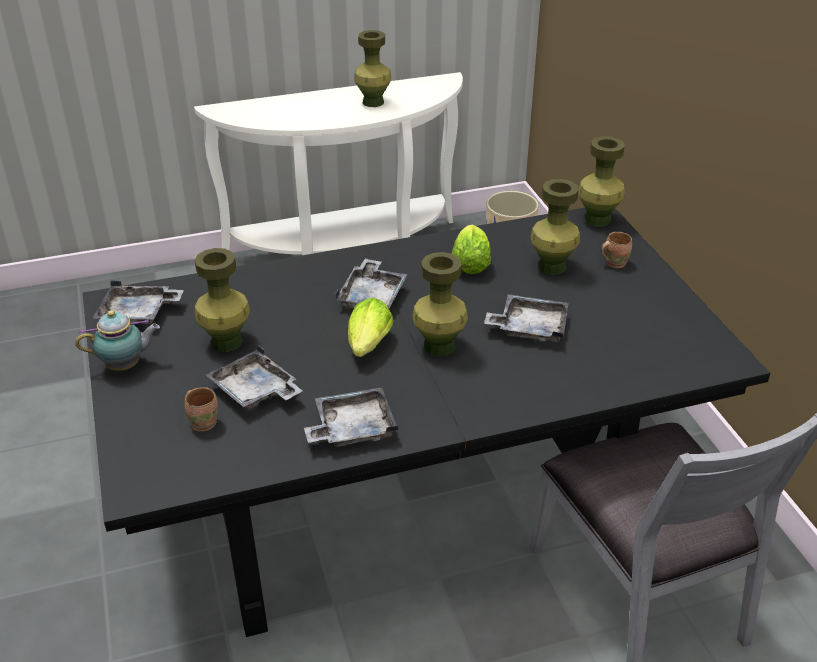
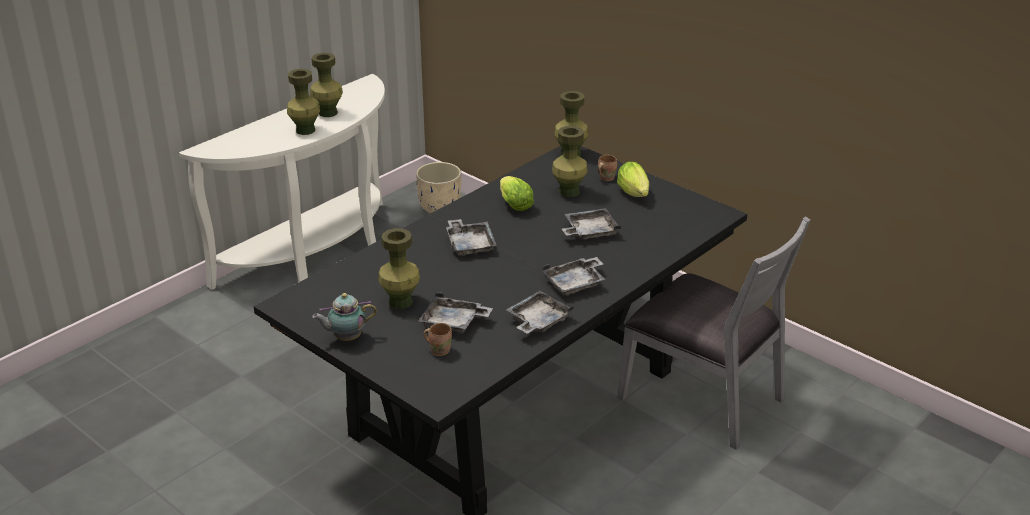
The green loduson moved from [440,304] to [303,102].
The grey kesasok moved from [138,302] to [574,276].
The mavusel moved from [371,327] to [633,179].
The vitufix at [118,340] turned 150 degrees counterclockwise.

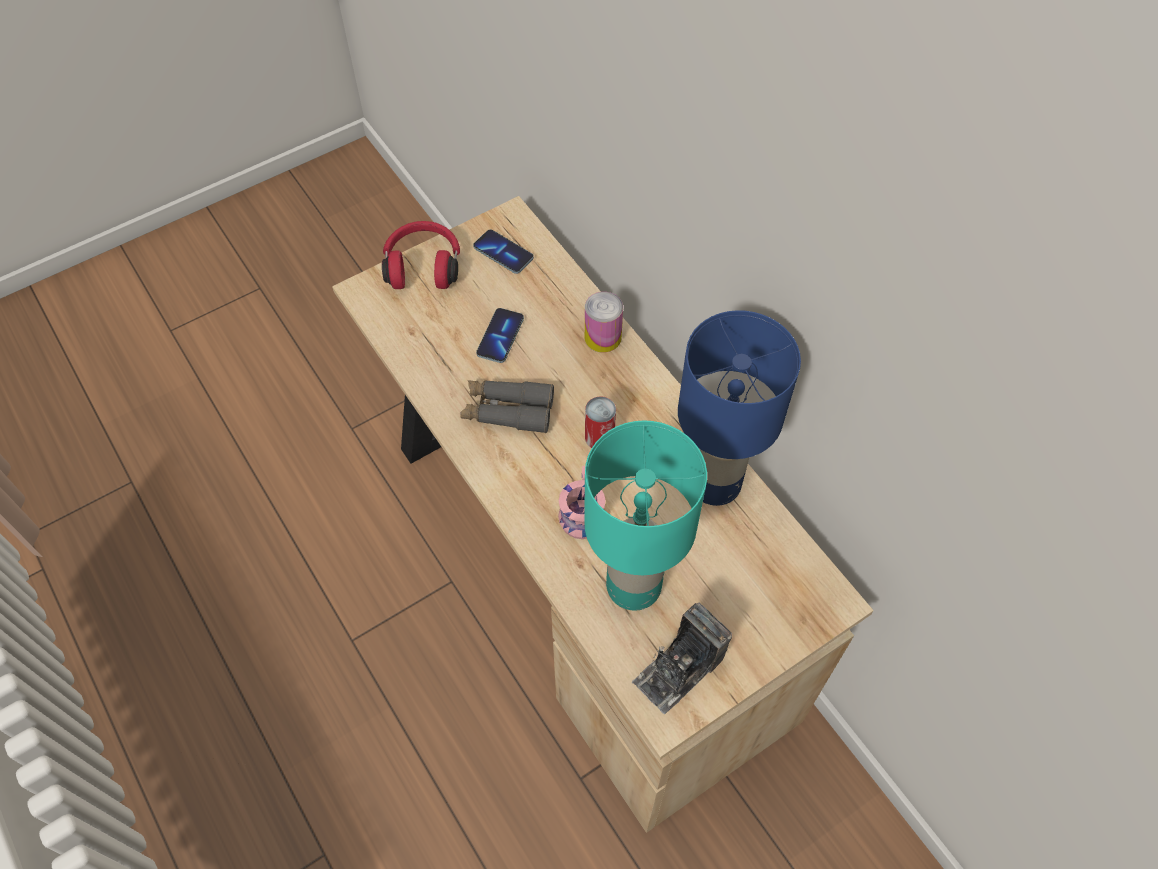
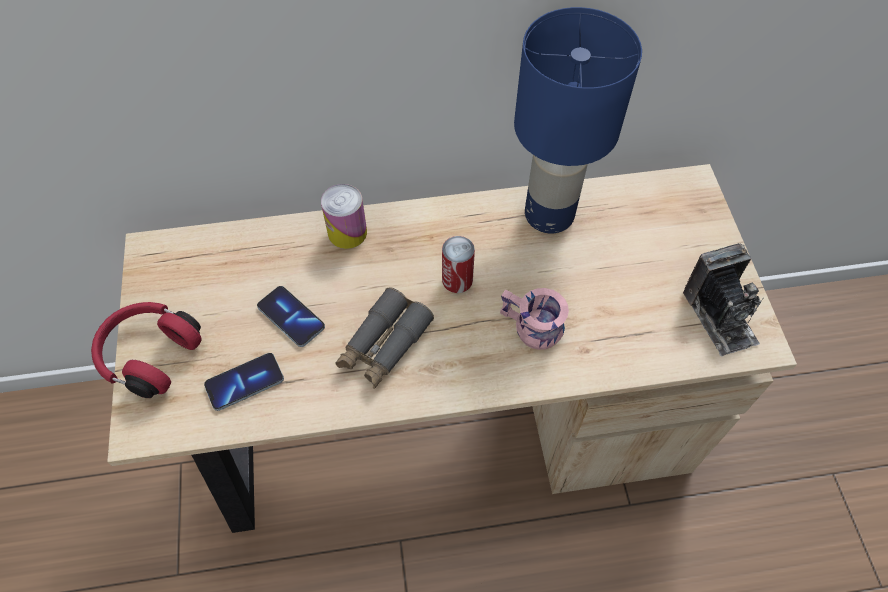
The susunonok moved from [503,251] to [244,382].
The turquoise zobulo at [645,515] disappeared.

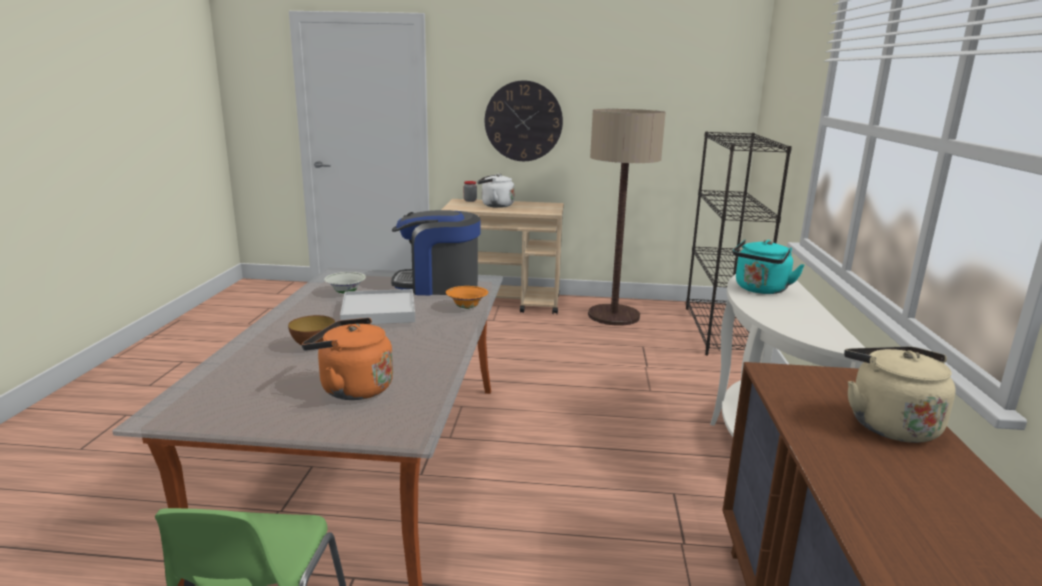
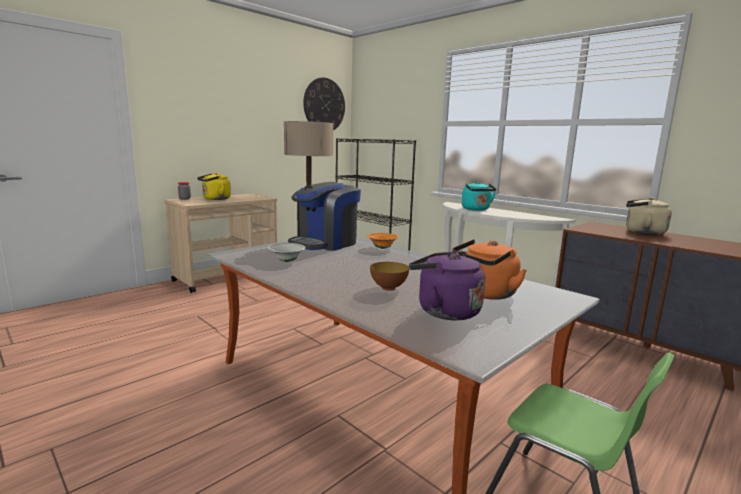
The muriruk moved from [524,121] to [324,104].
The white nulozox at [496,191] became the yellow nulozox at [214,186].
The white kesasok at [377,306] disappeared.
The purple nulozox at [447,285] appeared.

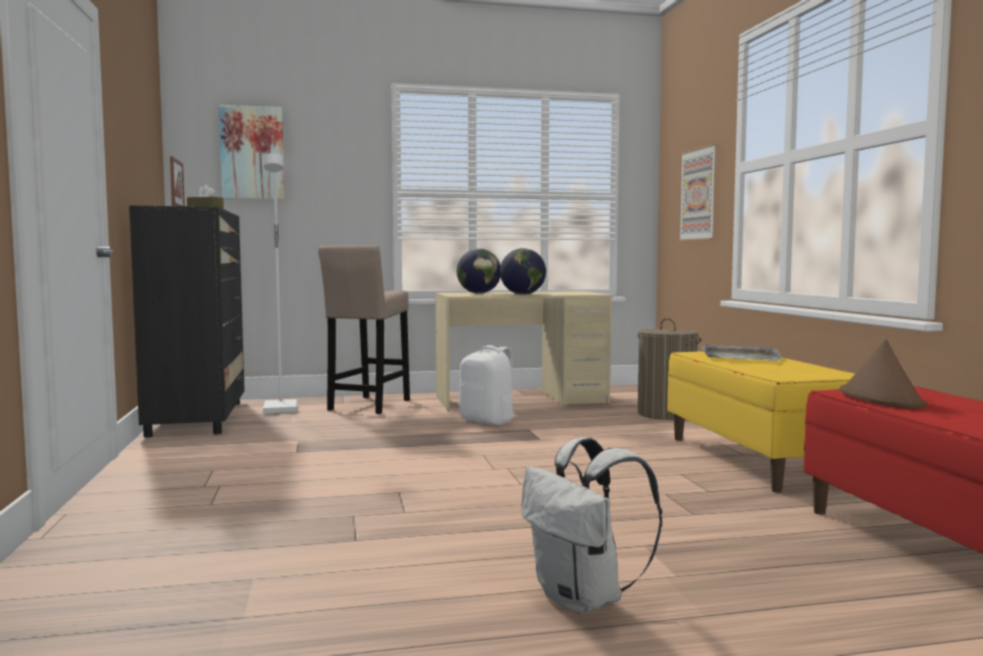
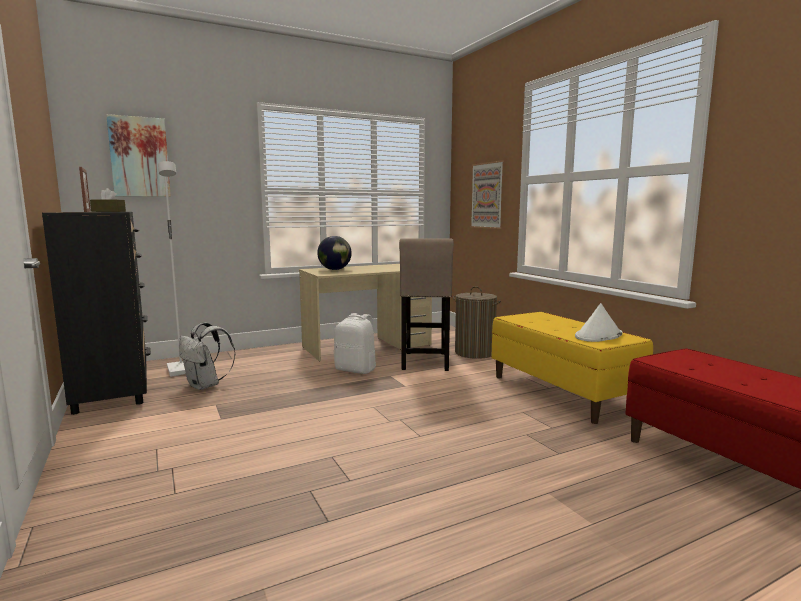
The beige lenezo moved from [364,329] to [426,304].
The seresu at [523,271] disappeared.
The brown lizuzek at [883,374] disappeared.
The grey kesasok at [742,352] disappeared.
The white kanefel moved from [591,525] to [207,356].
The white lizuzek at [598,322] appeared.

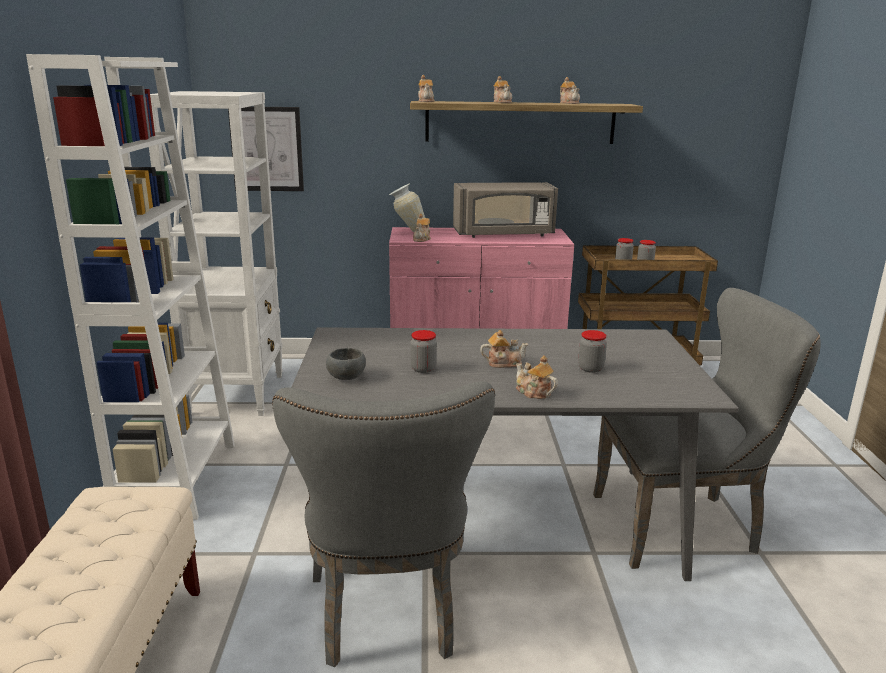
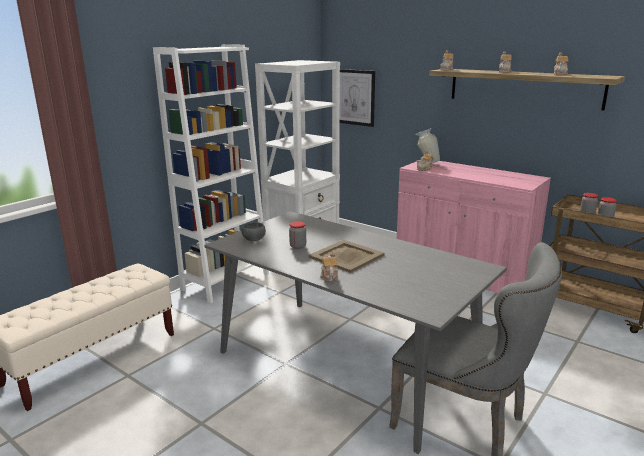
The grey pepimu at [505,210] disappeared.
The vitufix at [504,349] was replaced by the beige kesasok at [347,256].
The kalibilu at [592,351] disappeared.
The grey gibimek at [383,524] disappeared.

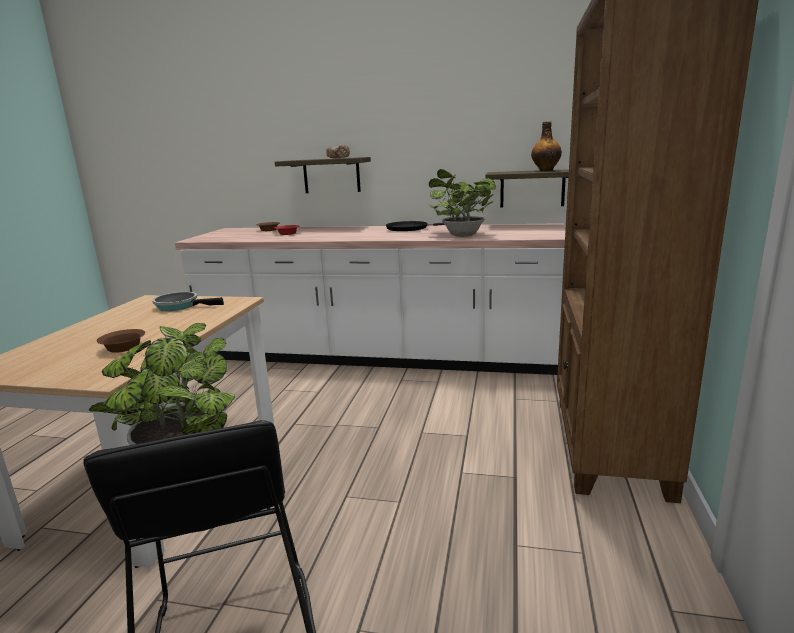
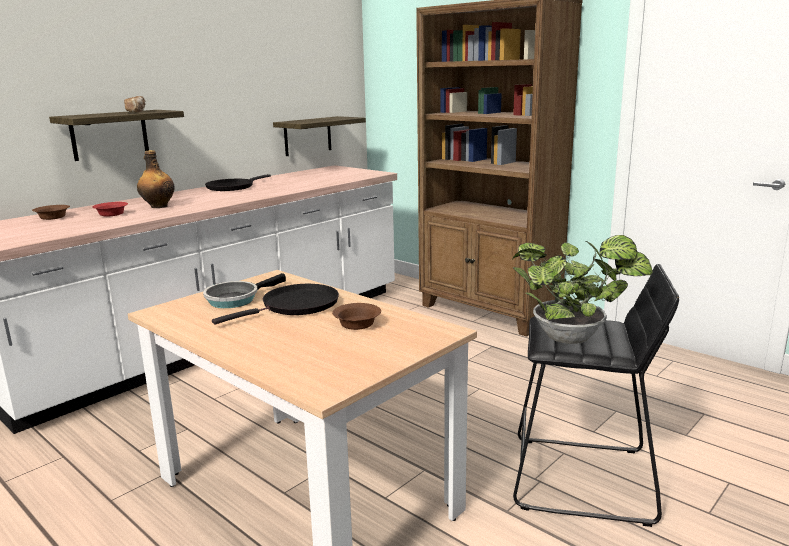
The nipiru moved from [546,146] to [155,179].
The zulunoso at [462,203] disappeared.
The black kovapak at [275,304] appeared.

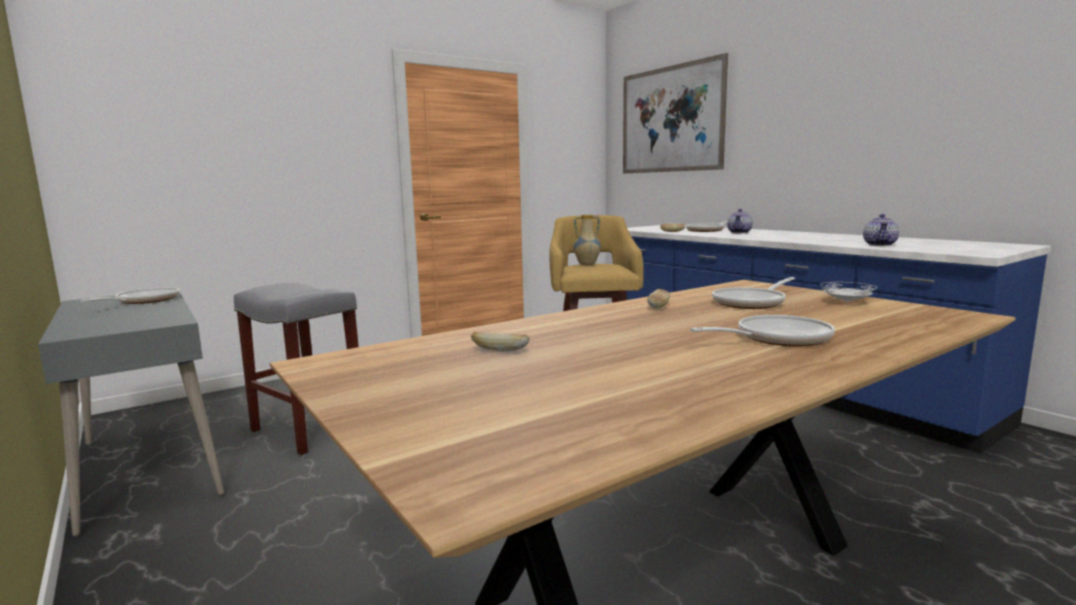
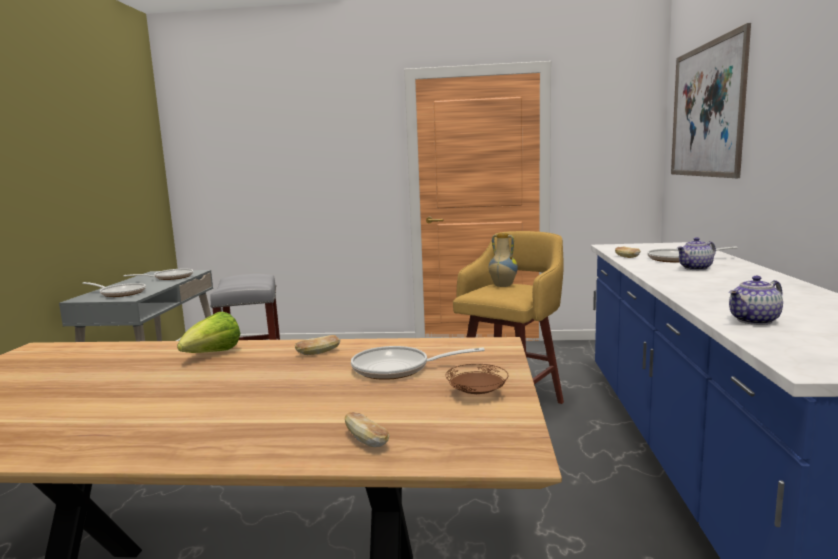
The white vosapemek at [849,292] became the brown vosapemek at [476,379].
The kovapak moved from [762,331] to [114,289].
The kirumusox moved from [500,342] to [367,429].
The mavusel at [208,332] appeared.

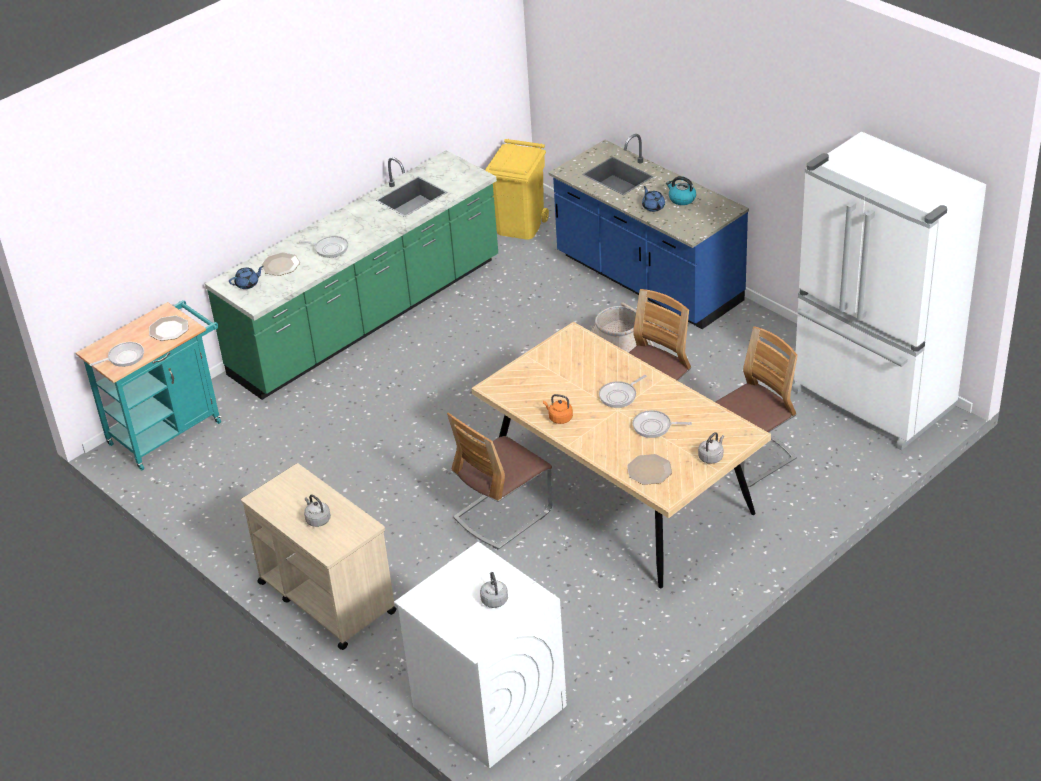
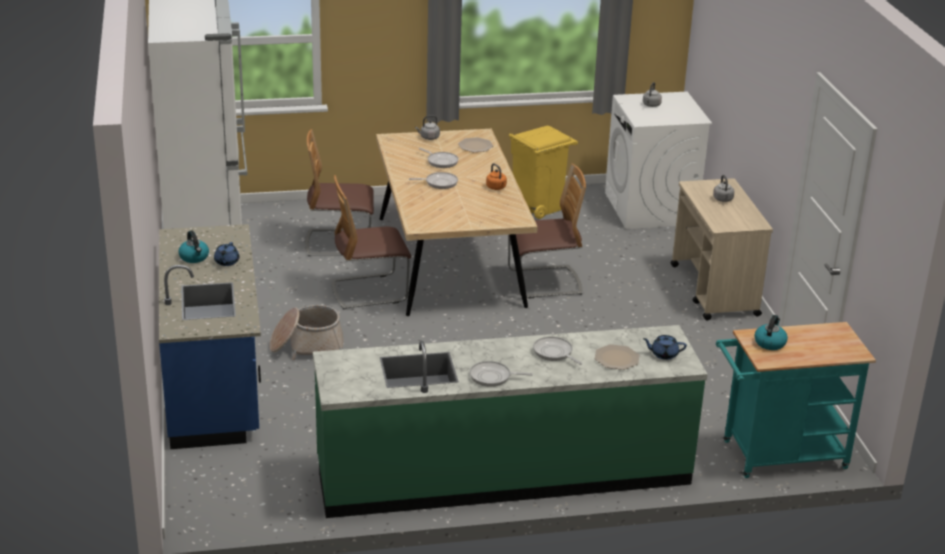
The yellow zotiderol moved from [517,189] to [543,172].
The vosapemek at [168,328] was replaced by the nulozox at [771,332].
The kovapak moved from [117,354] to [501,374].

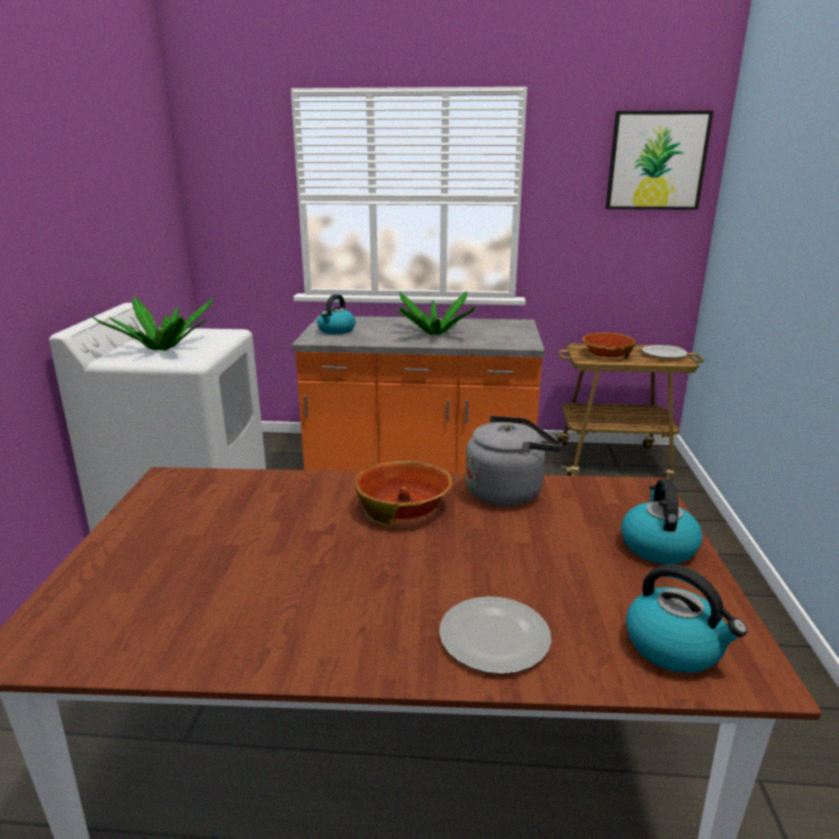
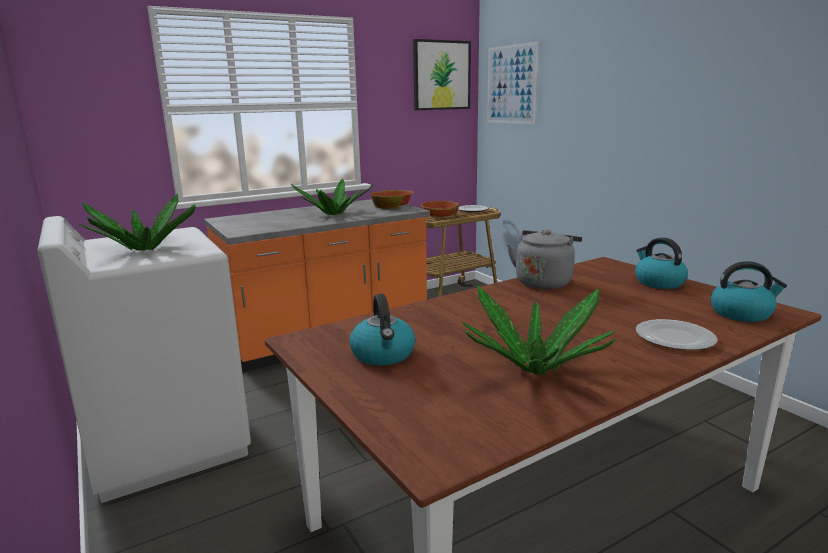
The nulozox moved from [336,314] to [382,330].
The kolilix moved from [404,493] to [392,199].
The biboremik at [513,82] appeared.
The zulunoso at [539,330] appeared.

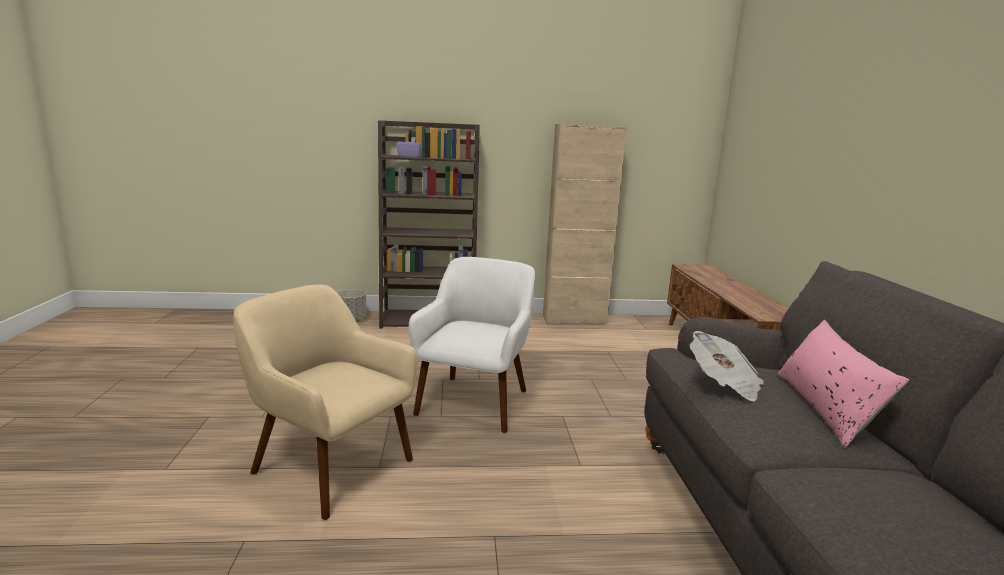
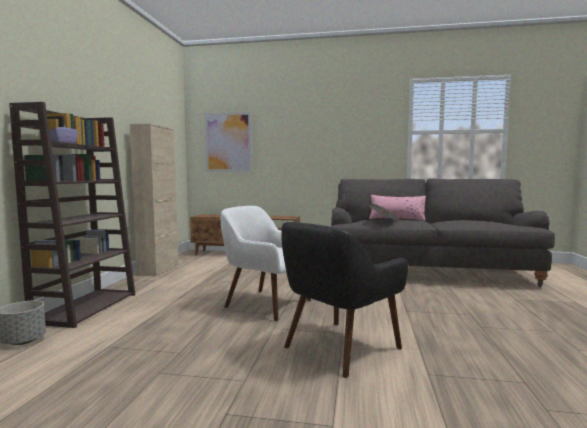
The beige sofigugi at [325,402] became the black sofigugi at [345,300].
The biboremik at [228,142] appeared.

